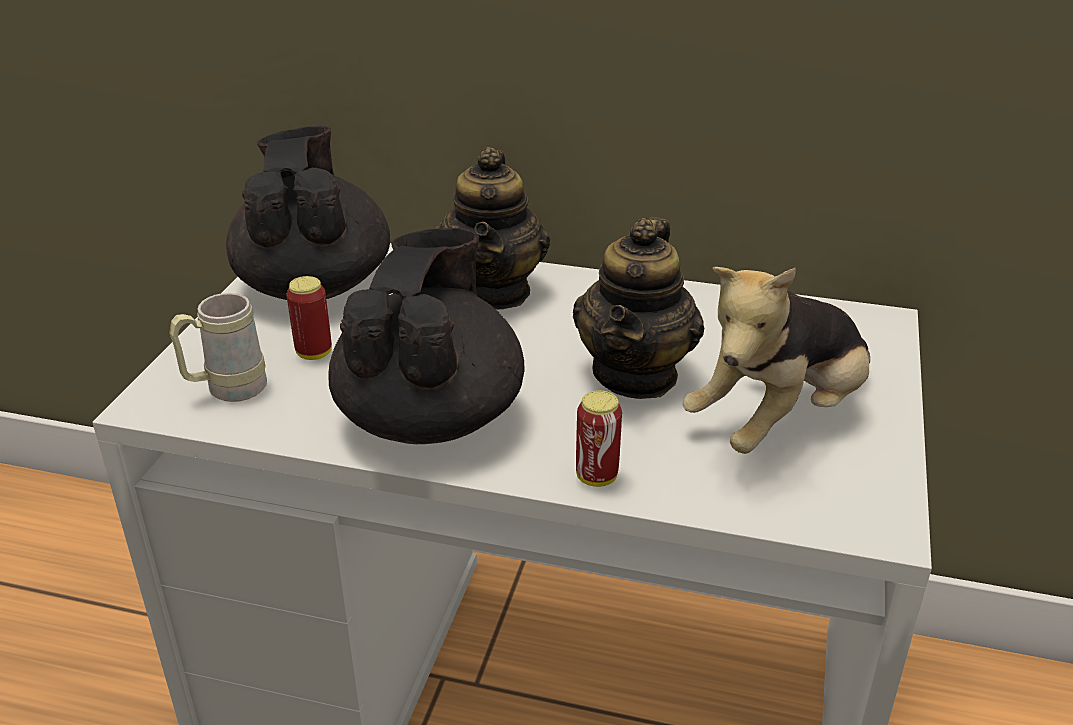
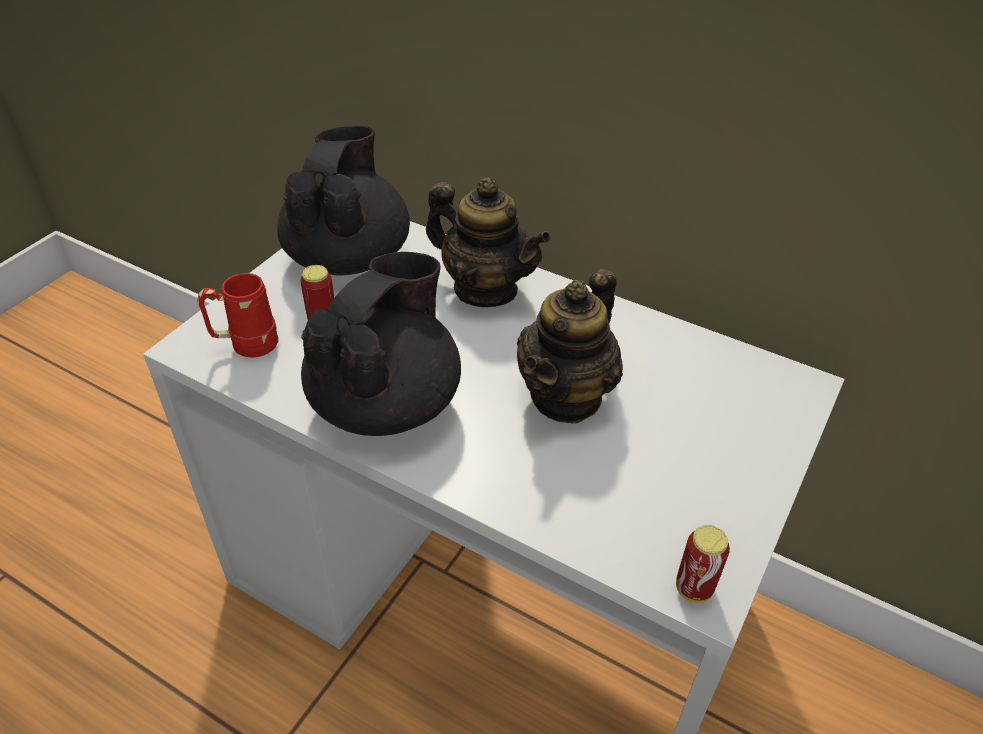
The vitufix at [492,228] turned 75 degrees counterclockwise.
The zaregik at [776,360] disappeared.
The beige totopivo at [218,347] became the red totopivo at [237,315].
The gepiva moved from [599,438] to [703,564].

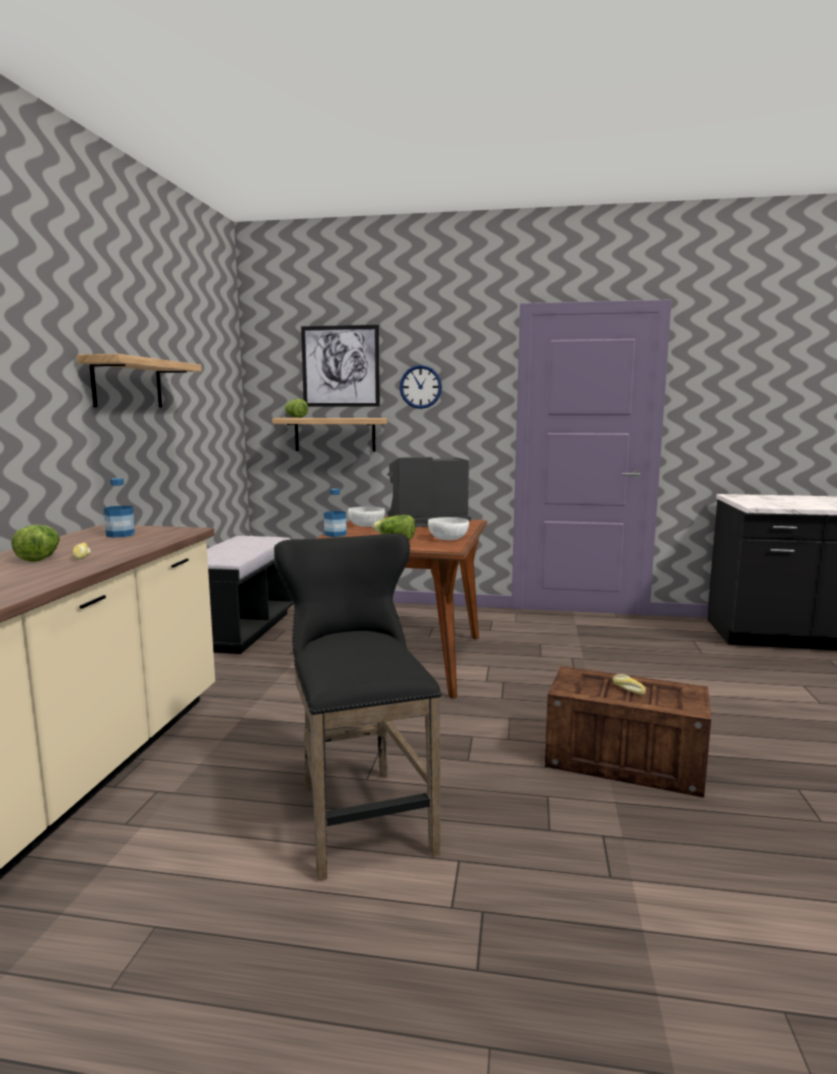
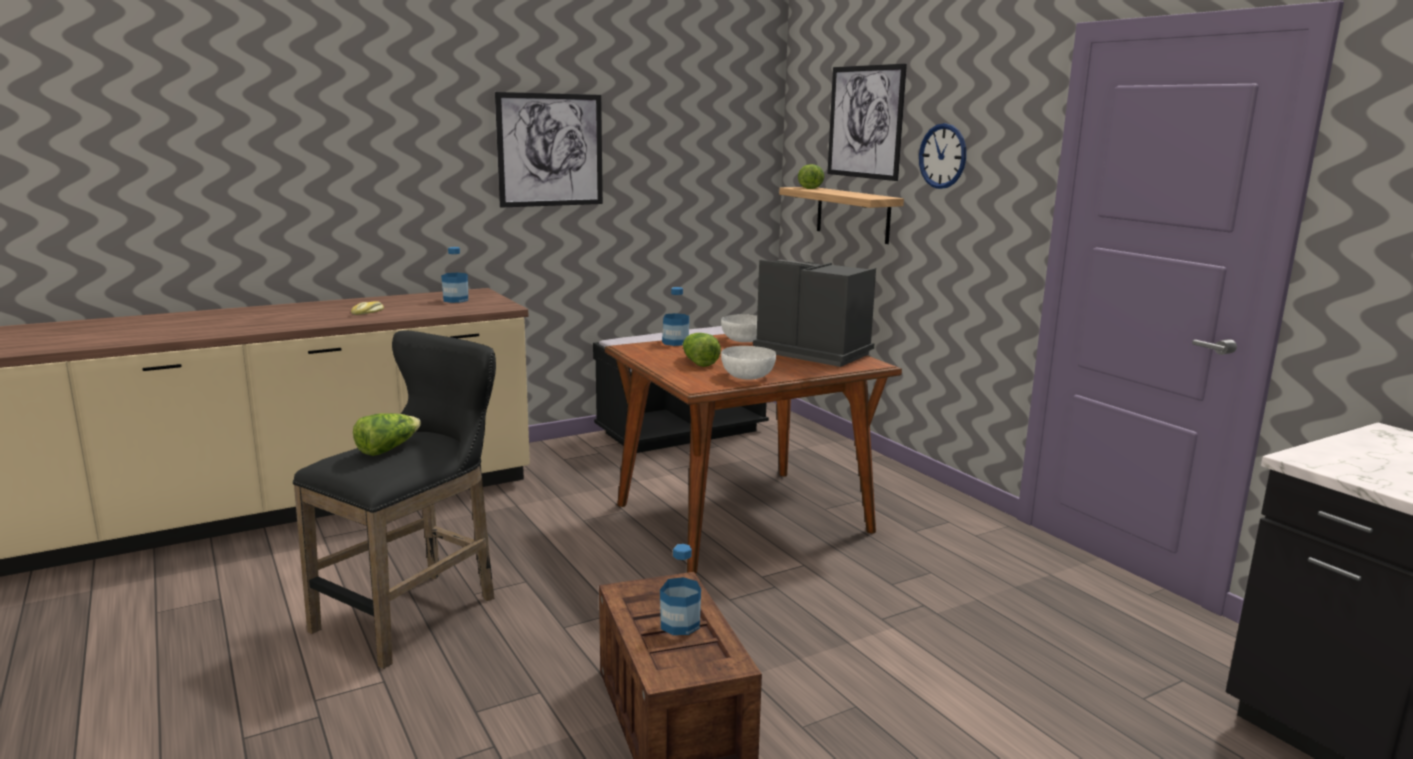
The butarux at [139,381] was replaced by the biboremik at [549,150].
The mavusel moved from [35,543] to [387,434].
The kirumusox at [629,684] was replaced by the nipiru at [680,589].

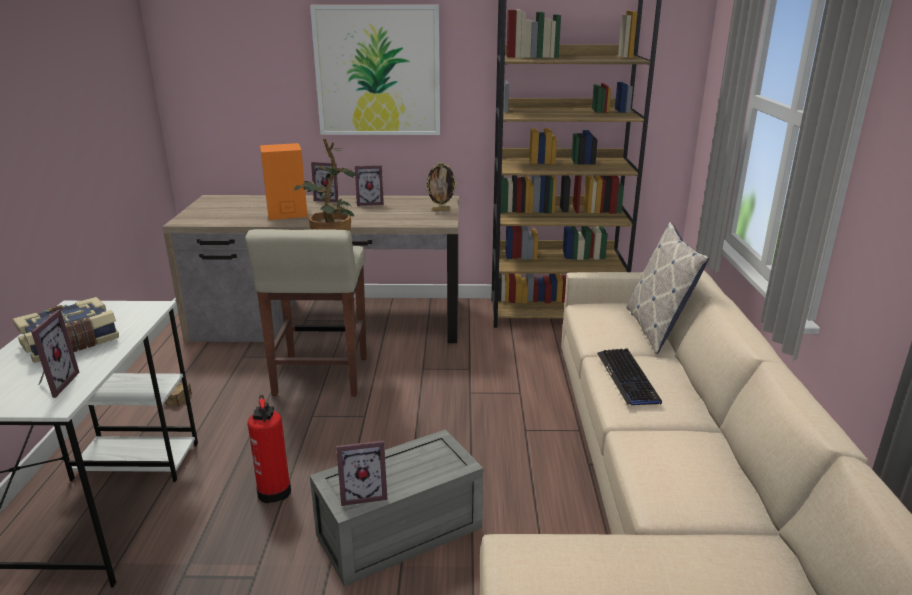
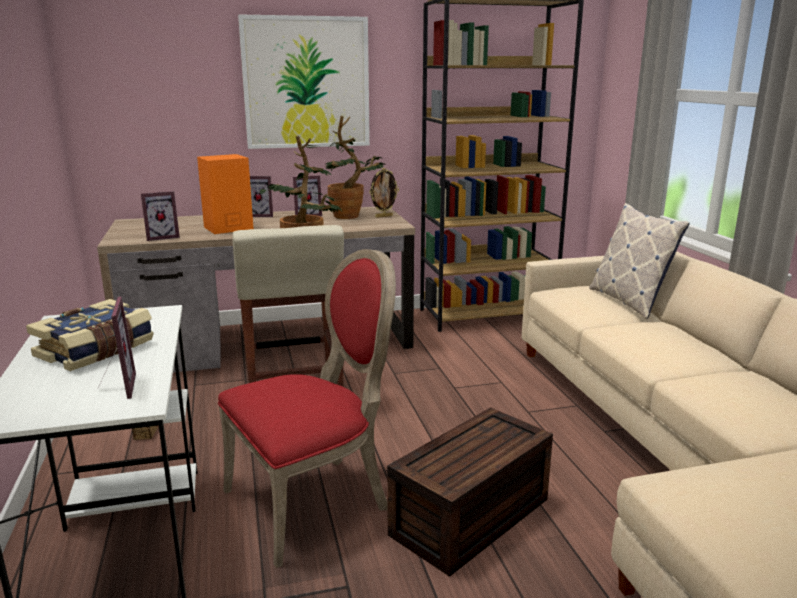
The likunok at [629,377] disappeared.
The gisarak at [269,449] was replaced by the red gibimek at [307,408].
The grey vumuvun at [396,508] became the brown vumuvun at [470,492].
The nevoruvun moved from [361,473] to [160,216].
The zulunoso at [355,167] appeared.

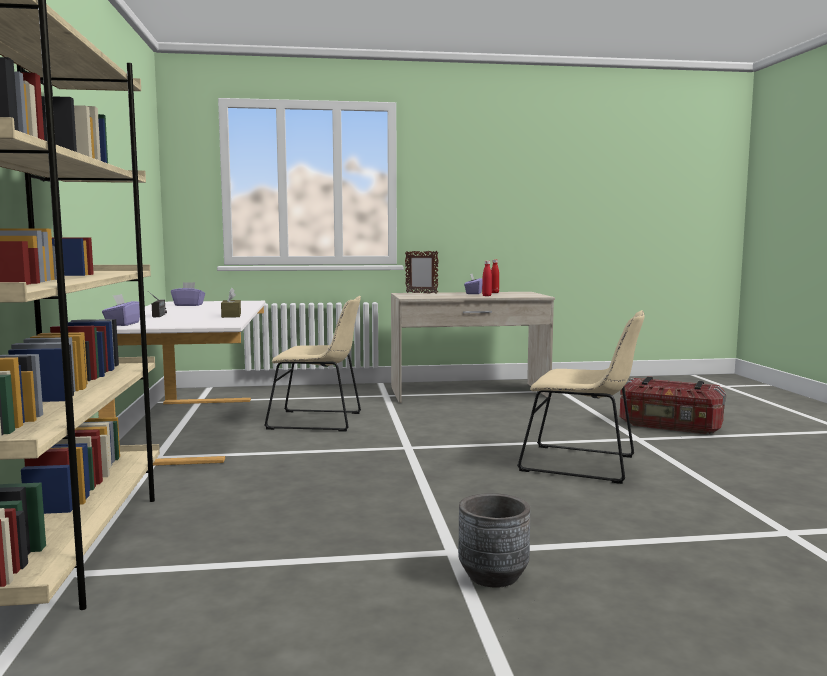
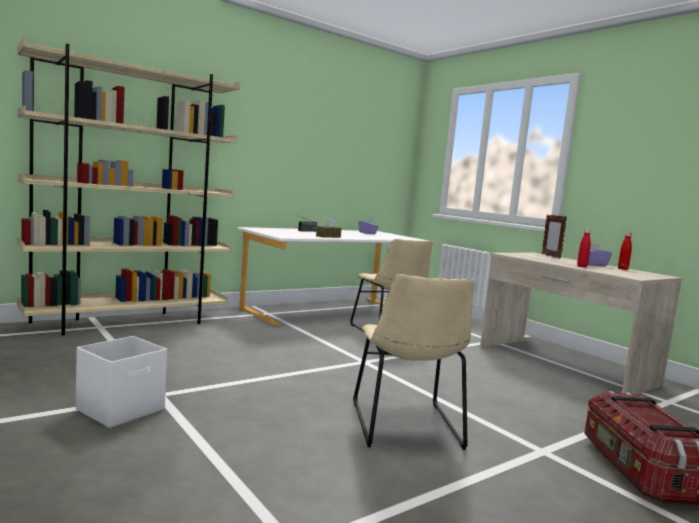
The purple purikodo at [121,310] disappeared.
The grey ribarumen at [494,540] was replaced by the white vumuvun at [121,382].

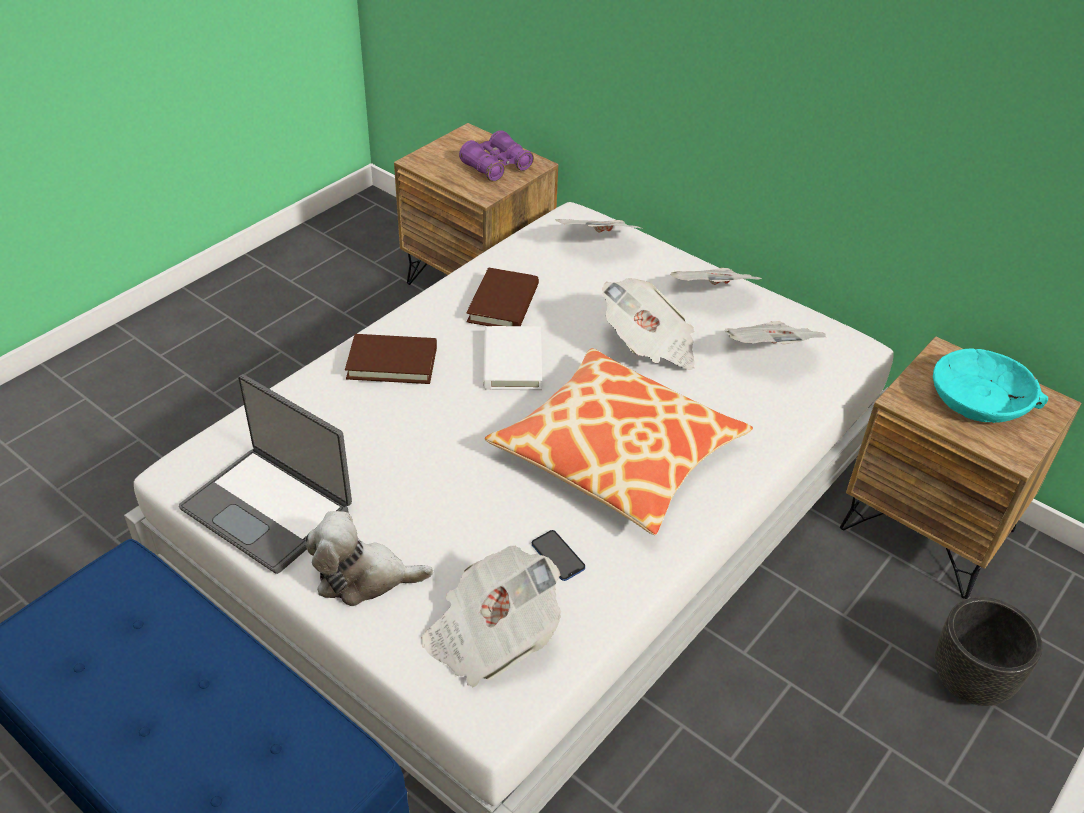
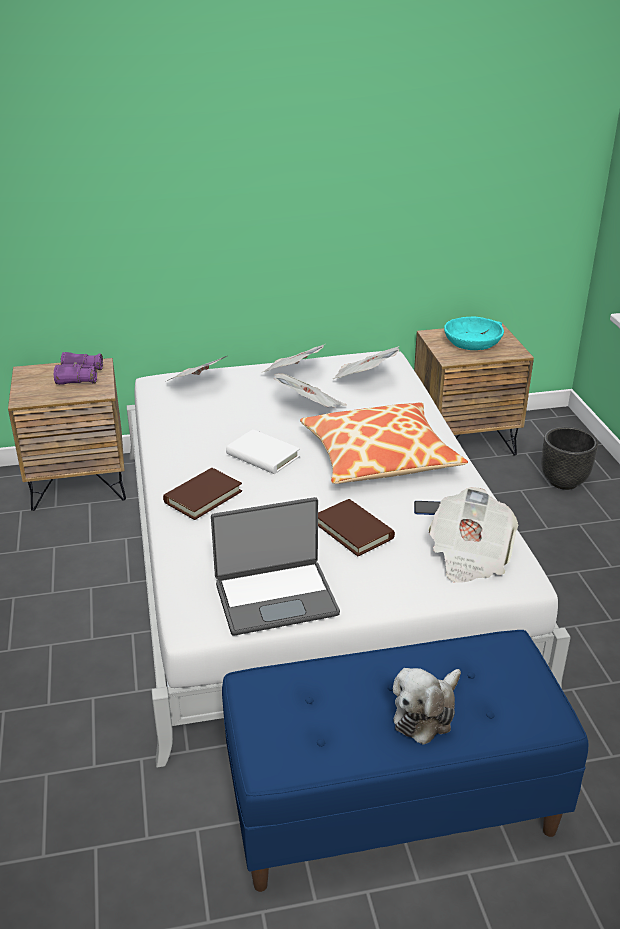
The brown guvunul moved from [502,296] to [356,527].
The zaregik moved from [369,558] to [427,706].

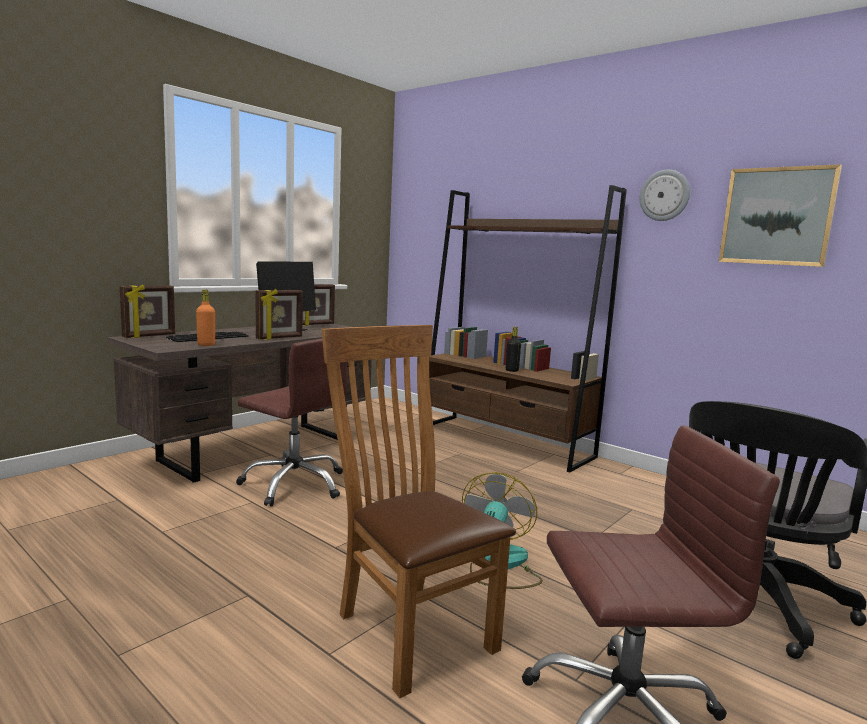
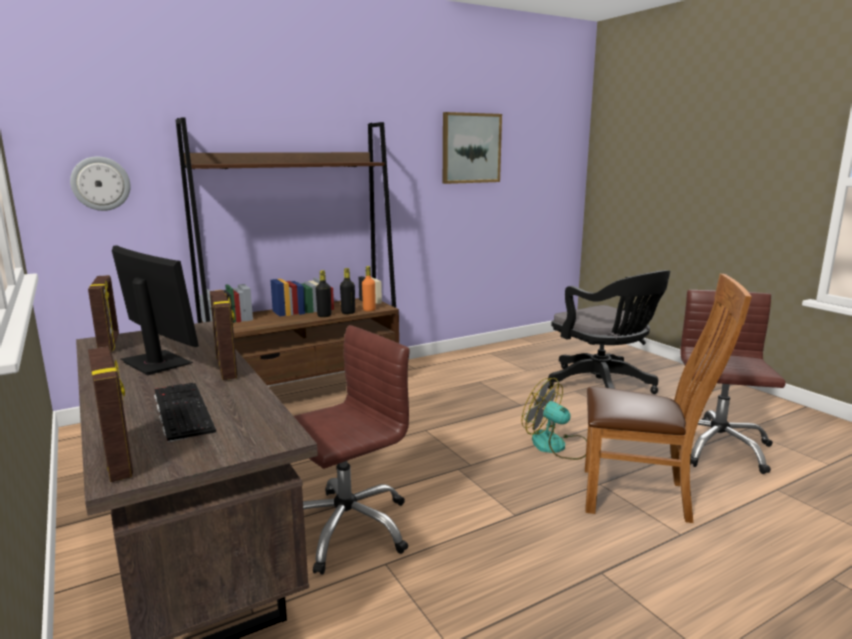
The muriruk moved from [665,195] to [100,184].
The orange nipiru moved from [205,318] to [369,288].
The brown gibimek at [418,511] turned 150 degrees counterclockwise.
The black nipiru at [347,291] appeared.

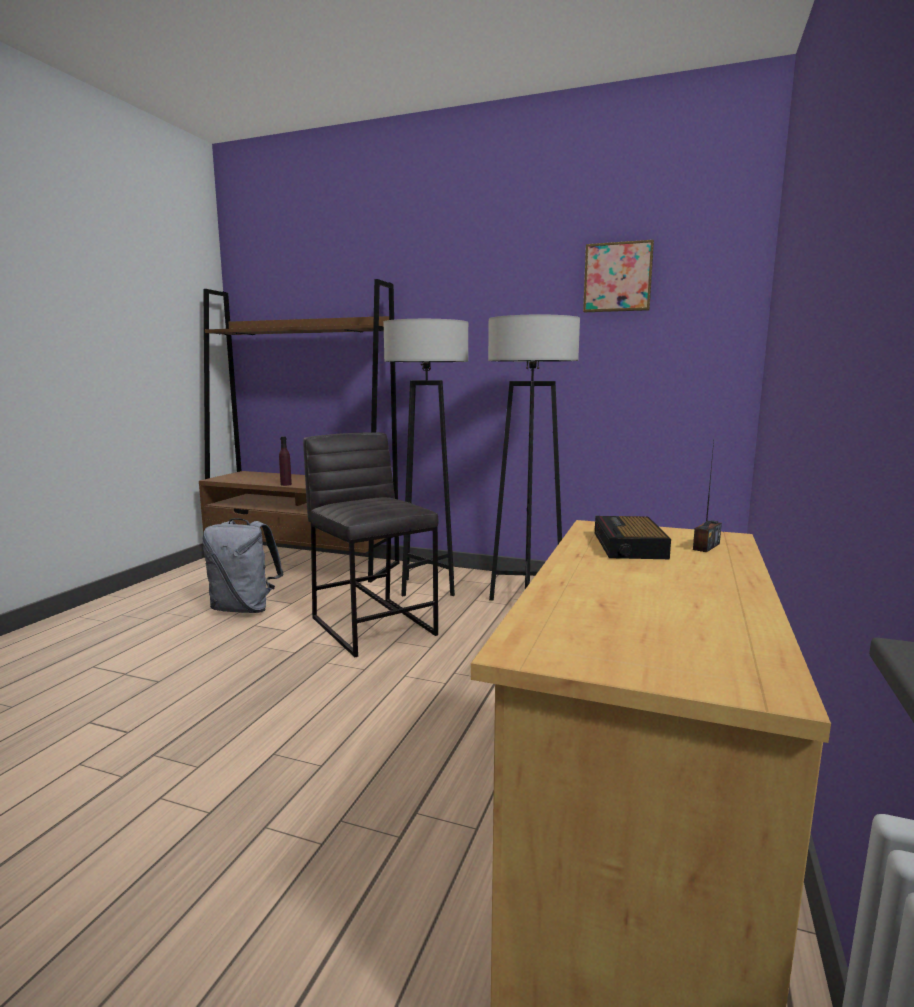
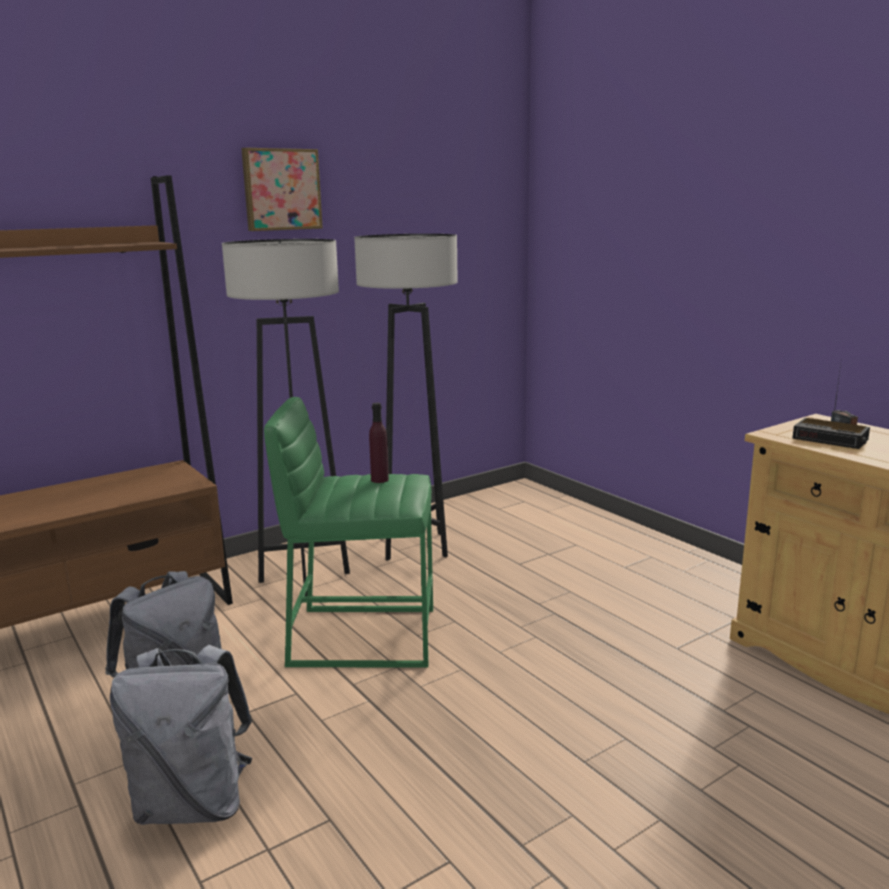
The biboremik moved from [618,276] to [282,189].
The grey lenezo at [370,545] became the green lenezo at [348,532].
The purple nipiru moved from [285,461] to [379,443].
The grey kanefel at [181,735] appeared.

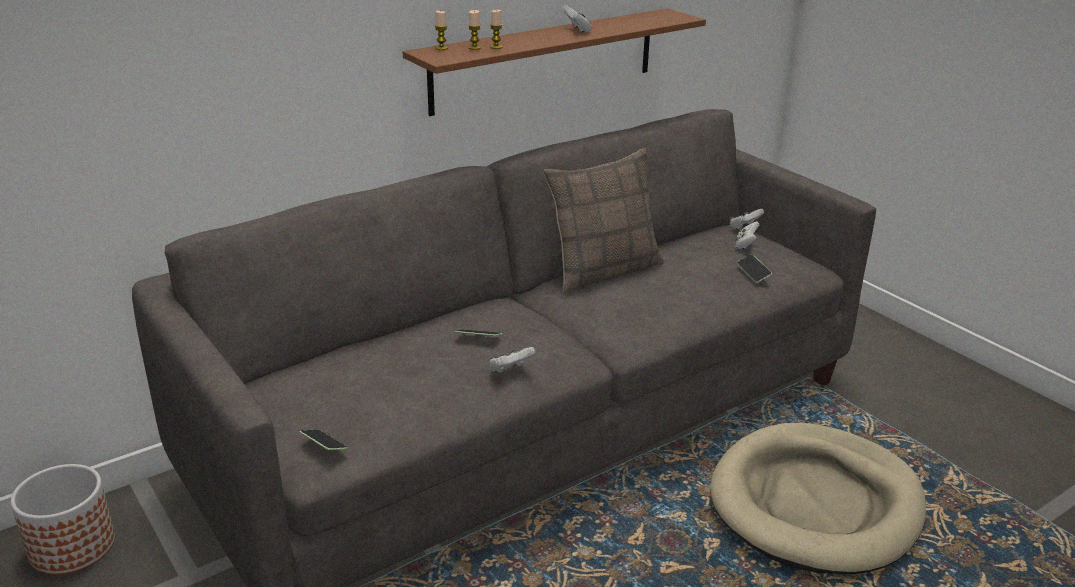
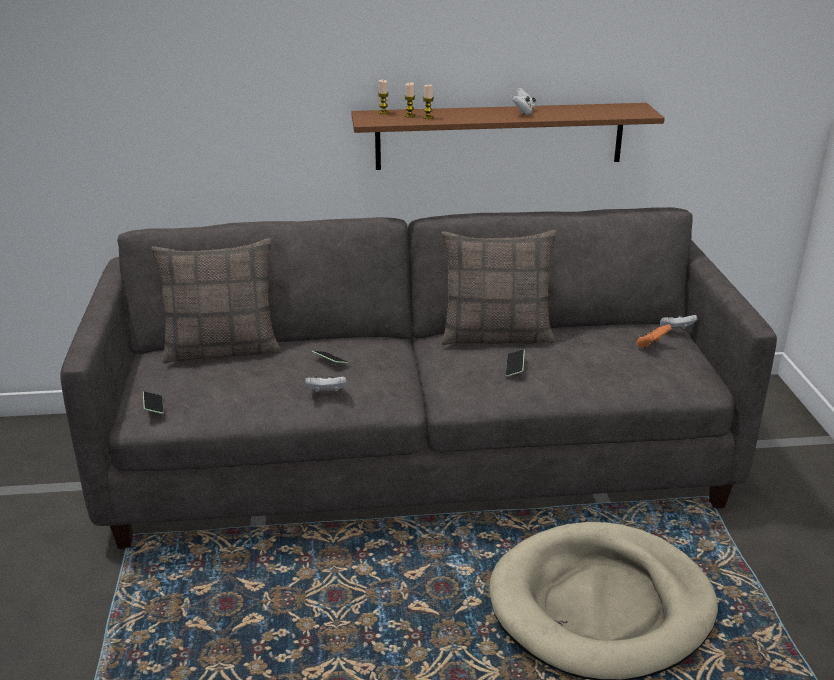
The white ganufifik at [747,235] became the orange ganufifik at [654,336].
The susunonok moved from [754,268] to [515,363].
The ribarumen at [63,519] disappeared.
The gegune at [216,301] appeared.

